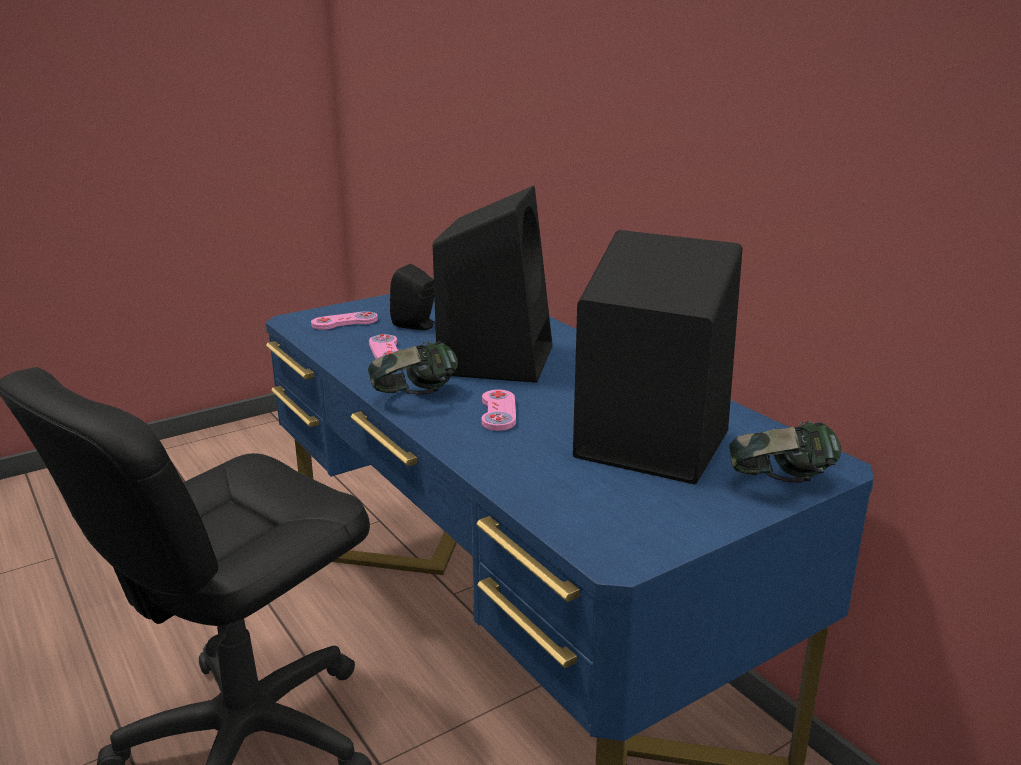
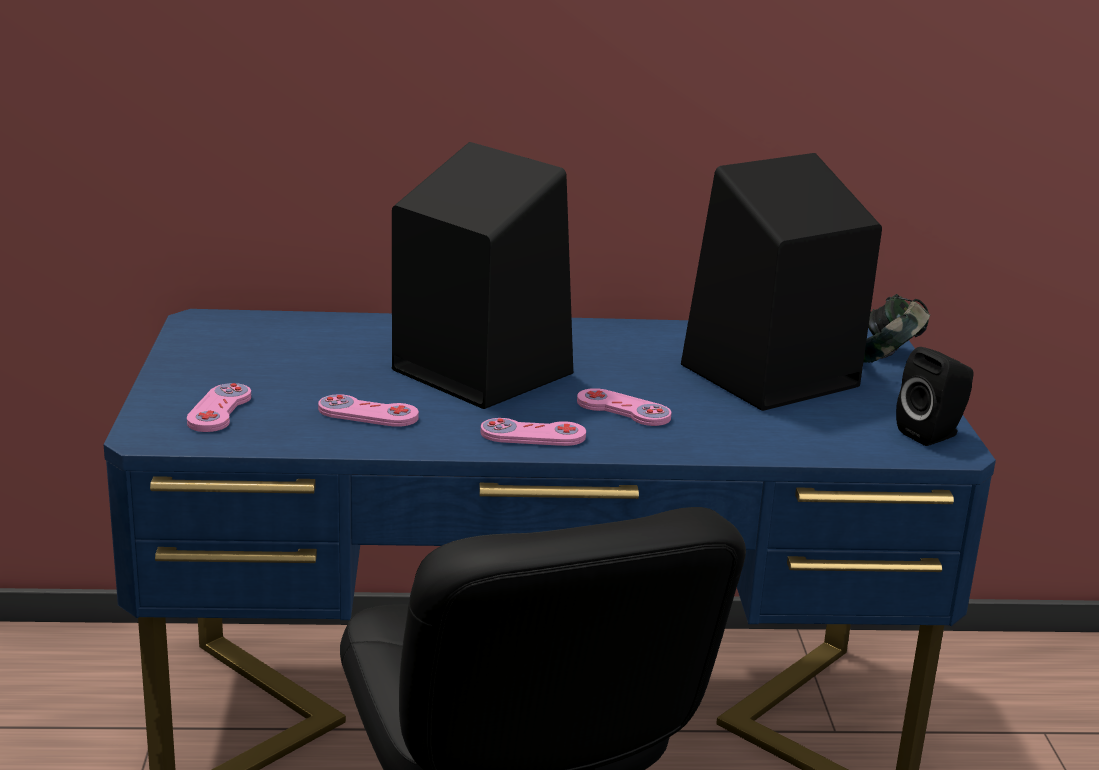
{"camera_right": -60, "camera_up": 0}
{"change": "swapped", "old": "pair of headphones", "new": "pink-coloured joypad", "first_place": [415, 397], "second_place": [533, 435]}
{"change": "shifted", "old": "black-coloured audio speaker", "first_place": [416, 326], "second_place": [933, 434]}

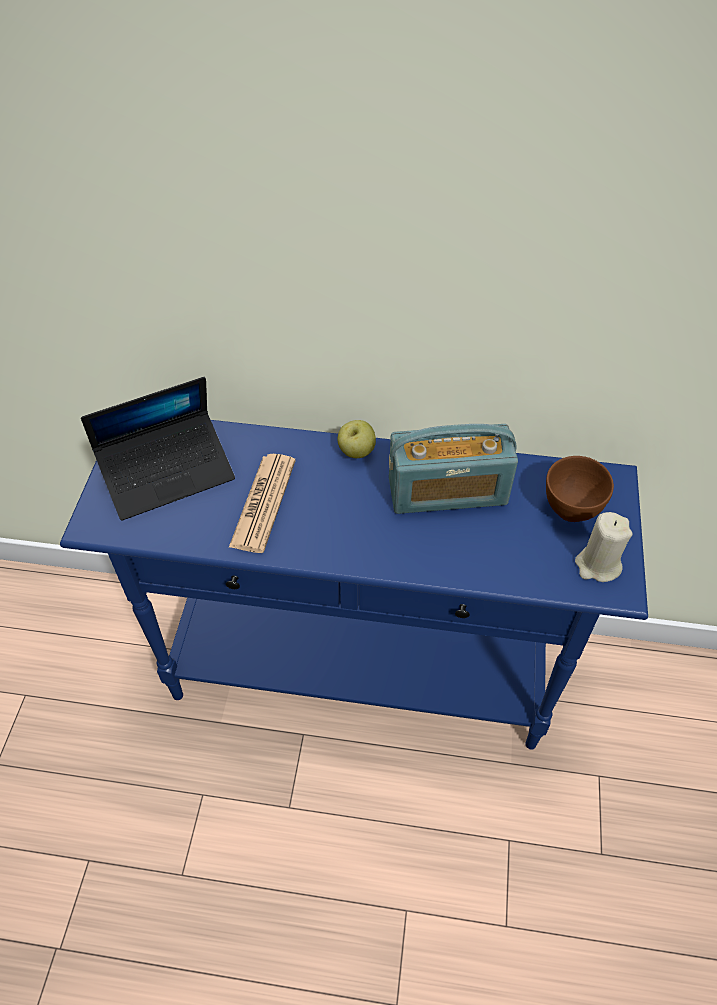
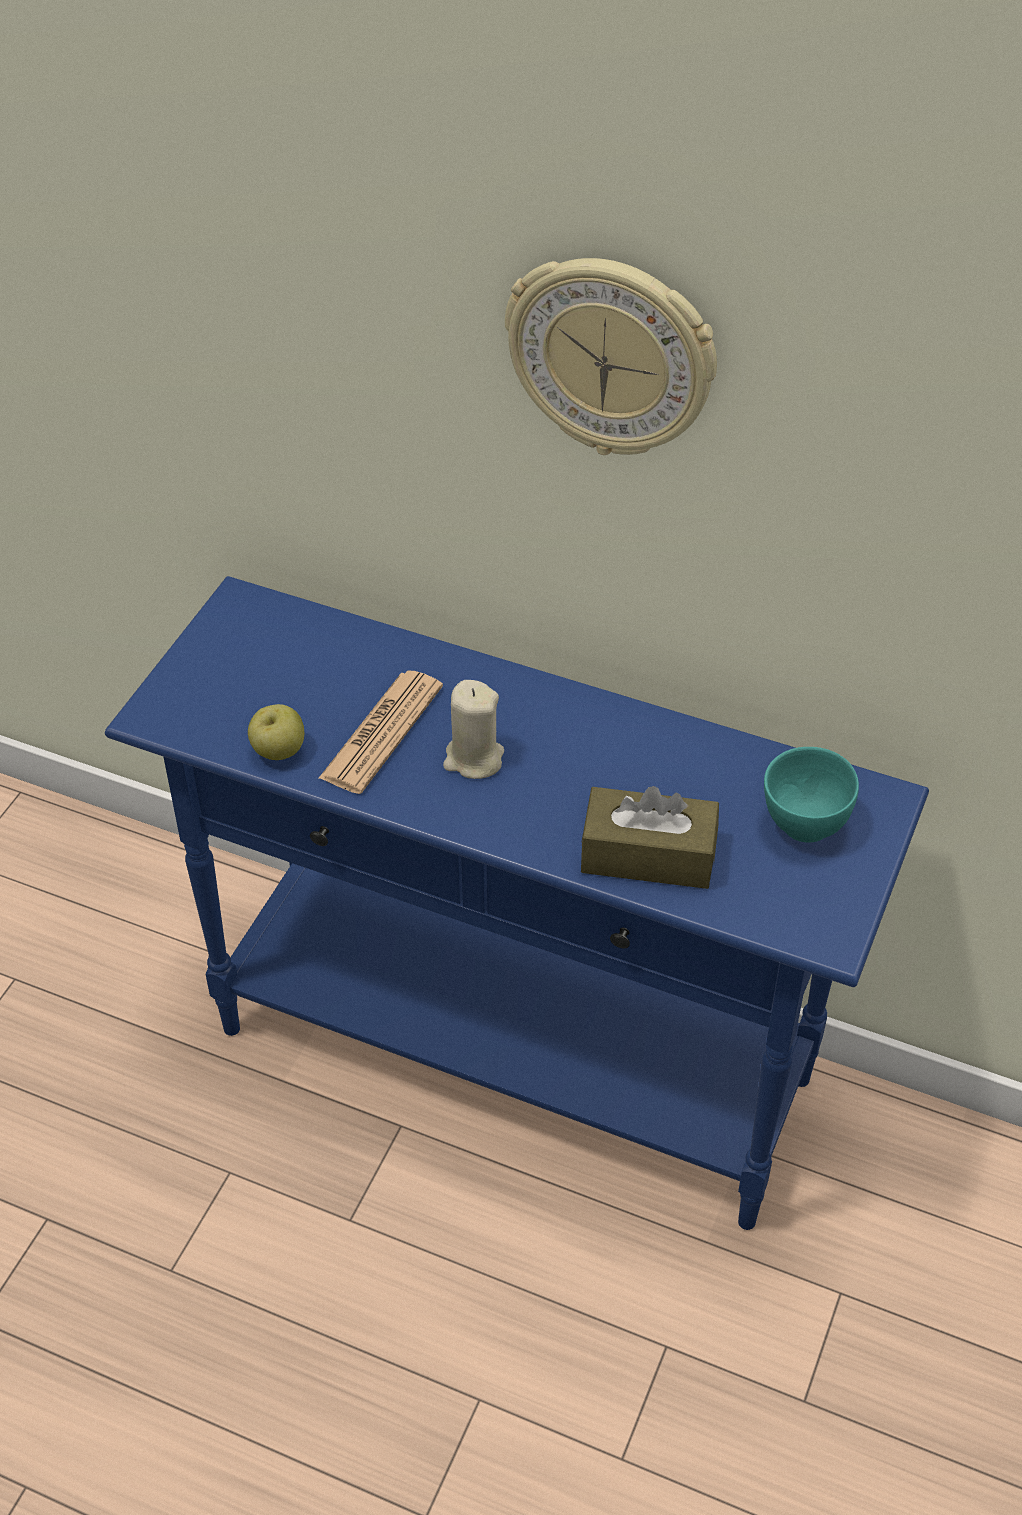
{"camera_right": 15, "camera_up": -5}
{"change": "shifted", "old": "apple fruit", "first_place": [356, 452], "second_place": [278, 751]}
{"change": "shifted", "old": "beige-coloured wax candle", "first_place": [597, 565], "second_place": [473, 759]}
{"change": "new", "new": "hanging clock", "second_place": [611, 356]}
{"change": "new", "new": "brown tissue holder", "second_place": [648, 855]}
{"change": "repainted", "old": "brown bowl", "new": "turquoise bowl", "first_place": [570, 510], "second_place": [804, 825]}
{"change": "gone", "old": "portable computer", "first_place": [167, 473]}
{"change": "gone", "old": "radio receiver", "first_place": [447, 491]}

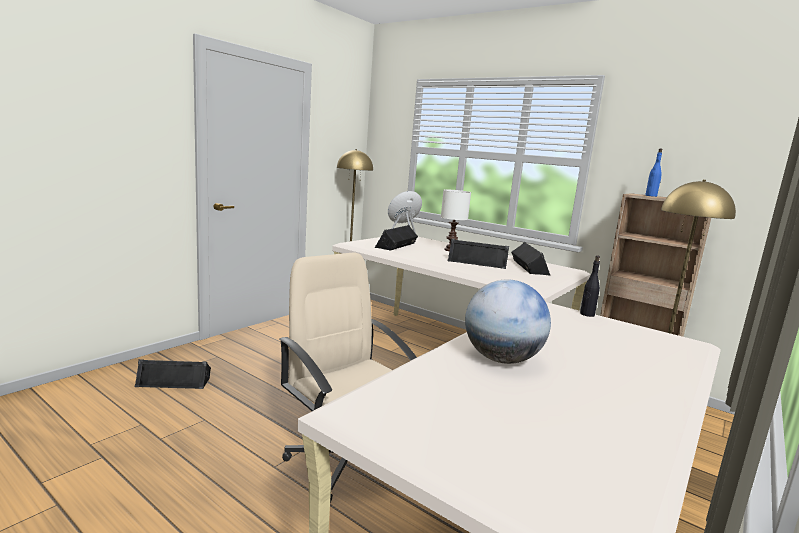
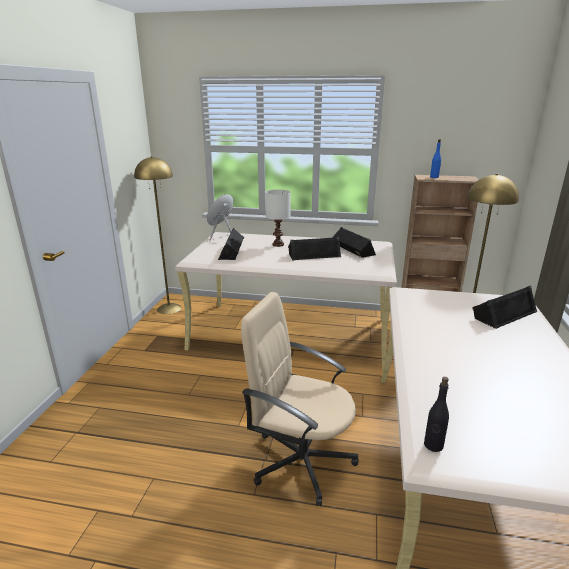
{"camera_right": -25, "camera_up": 10}
{"change": "shifted", "old": "black-coloured drink bottle", "first_place": [587, 314], "second_place": [433, 445]}
{"change": "shifted", "old": "black-coloured audio speaker", "first_place": [174, 381], "second_place": [503, 314]}
{"change": "gone", "old": "world globe", "first_place": [501, 359]}

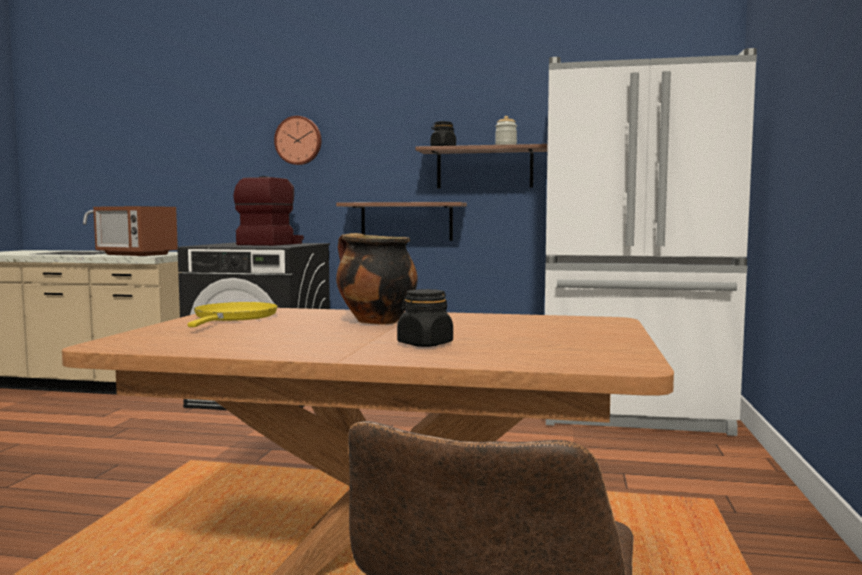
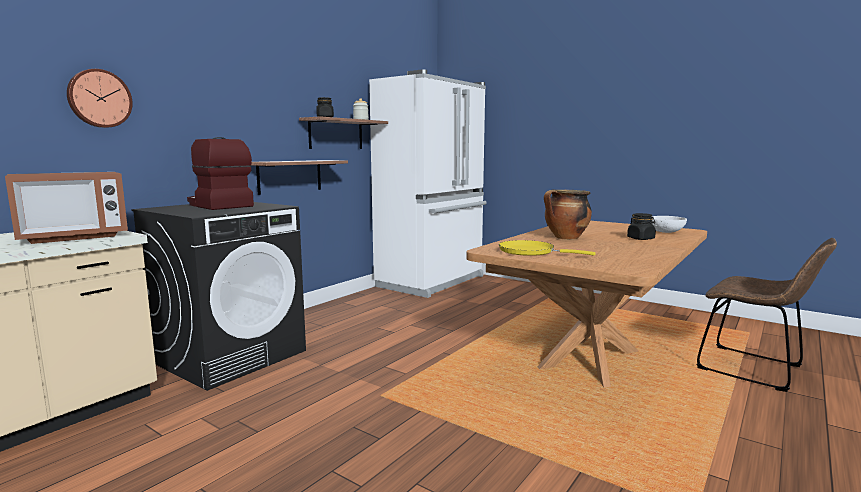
{"camera_right": -65, "camera_up": 5}
{"change": "shifted", "old": "hanging clock", "first_place": [298, 140], "second_place": [99, 98]}
{"change": "new", "new": "white bowl", "second_place": [665, 232]}

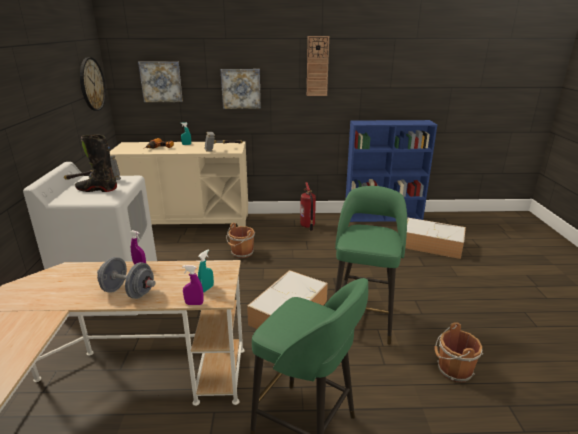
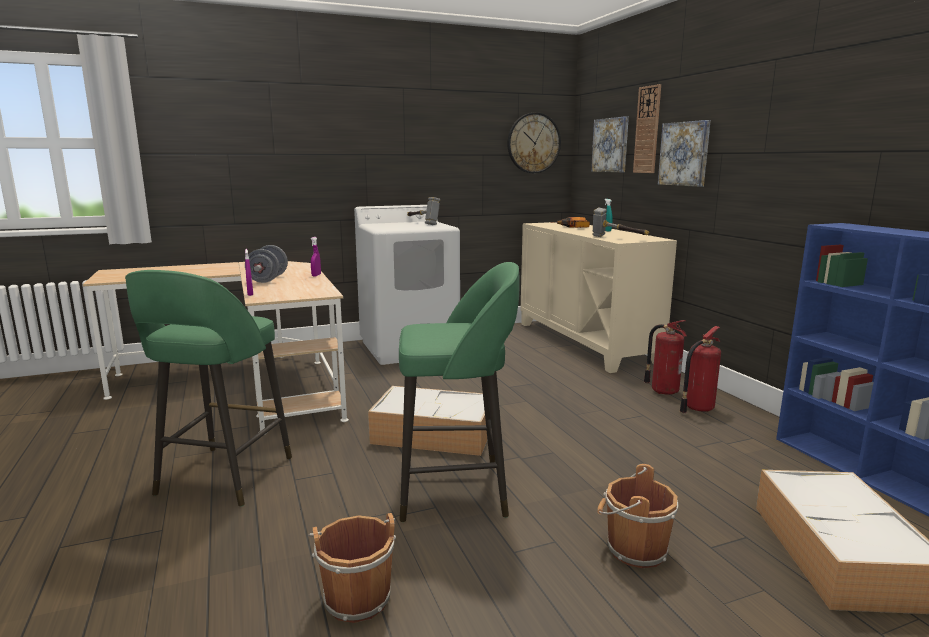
{"camera_right": 70, "camera_up": -10}
{"change": "shifted", "old": "brown bucket", "first_place": [241, 253], "second_place": [633, 549]}
{"change": "shifted", "old": "hanging clock", "first_place": [317, 66], "second_place": [647, 130]}
{"change": "new", "new": "fire extinguisher", "second_place": [663, 391]}
{"change": "gone", "old": "black-coloured boot", "first_place": [97, 189]}
{"change": "gone", "old": "turquoise hand sprayer", "first_place": [206, 289]}

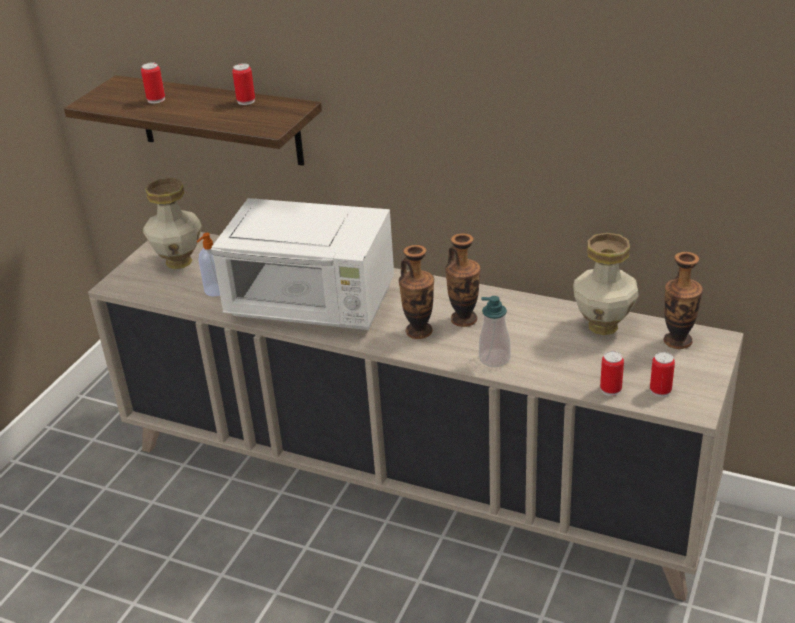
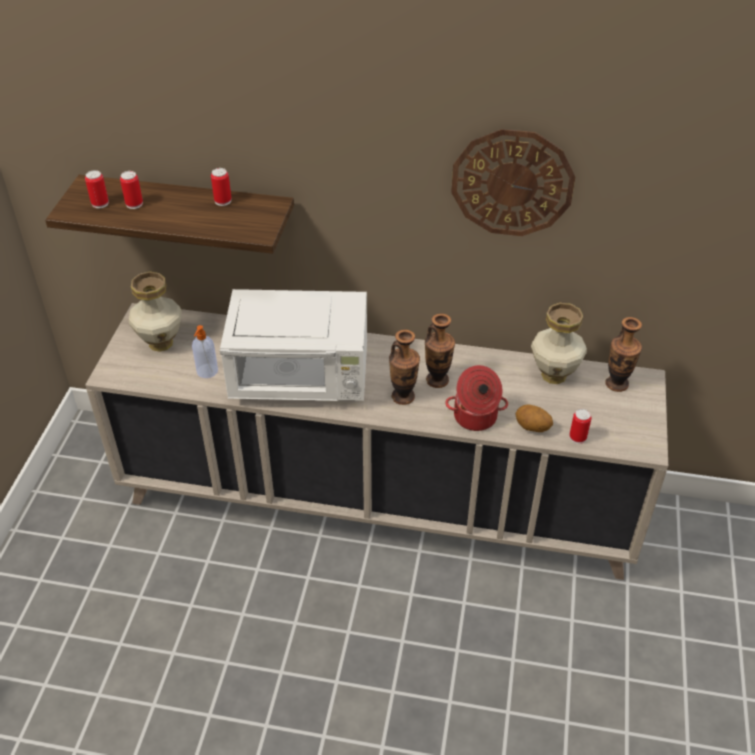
{"camera_right": -15, "camera_up": 10}
{"change": "shifted", "old": "can", "first_place": [660, 390], "second_place": [100, 203]}
{"change": "swapped", "old": "soap bottle", "new": "saucepot", "first_place": [494, 359], "second_place": [475, 417]}
{"change": "new", "new": "hanging clock", "second_place": [512, 183]}
{"change": "new", "new": "whole potato", "second_place": [532, 428]}

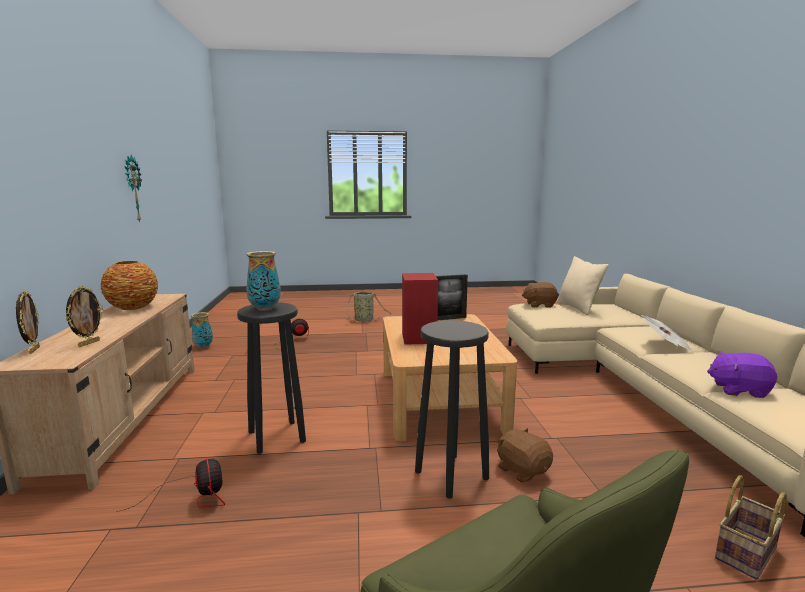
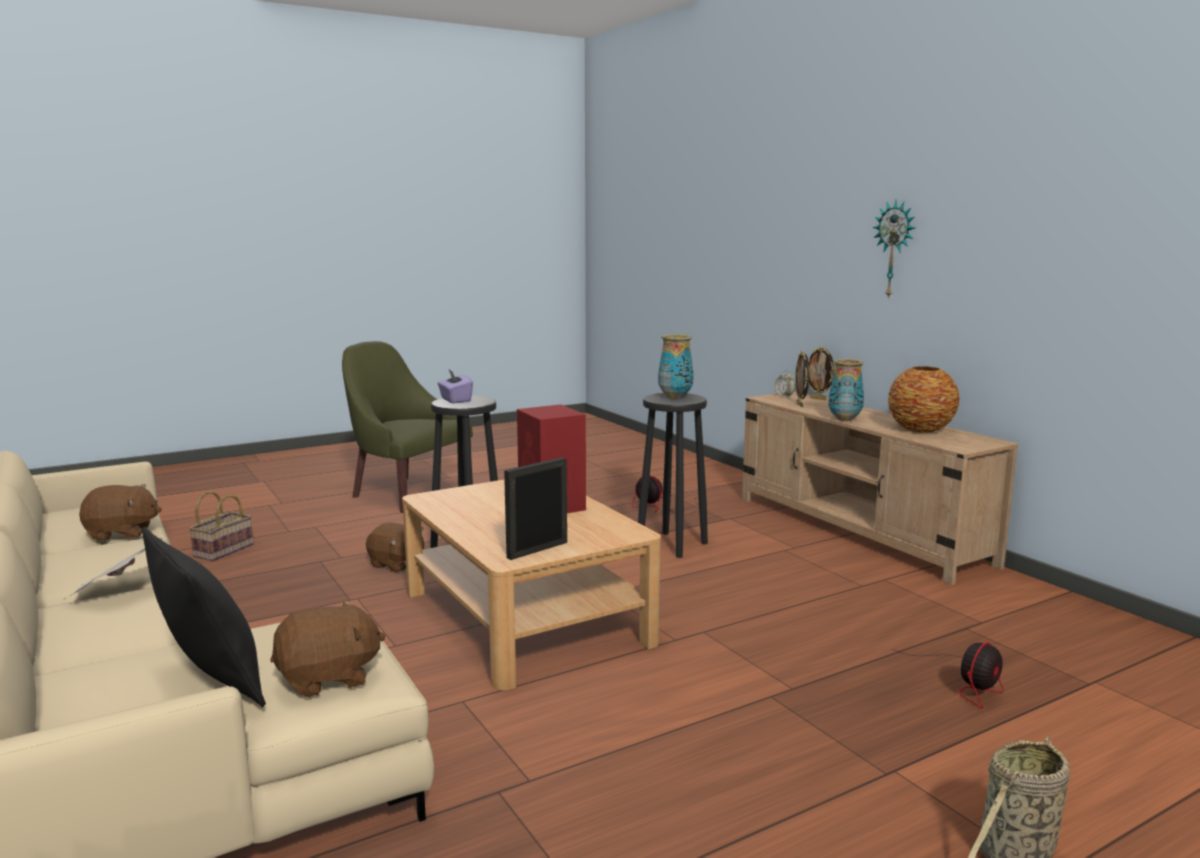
{"camera_right": 155, "camera_up": 0}
{"change": "repainted", "old": "purplish plush toy", "new": "brown plush toy", "first_place": [738, 390], "second_place": [122, 533]}
{"change": "repainted", "old": "beige-coloured throw pillow", "new": "black-coloured throw pillow", "first_place": [578, 308], "second_place": [211, 683]}
{"change": "new", "new": "purplish tissue holder", "second_place": [455, 400]}
{"change": "new", "new": "table clock", "second_place": [784, 396]}
{"change": "shifted", "old": "vase", "first_place": [203, 347], "second_place": [845, 419]}
{"change": "shifted", "old": "hanging clock", "first_place": [132, 189], "second_place": [895, 249]}

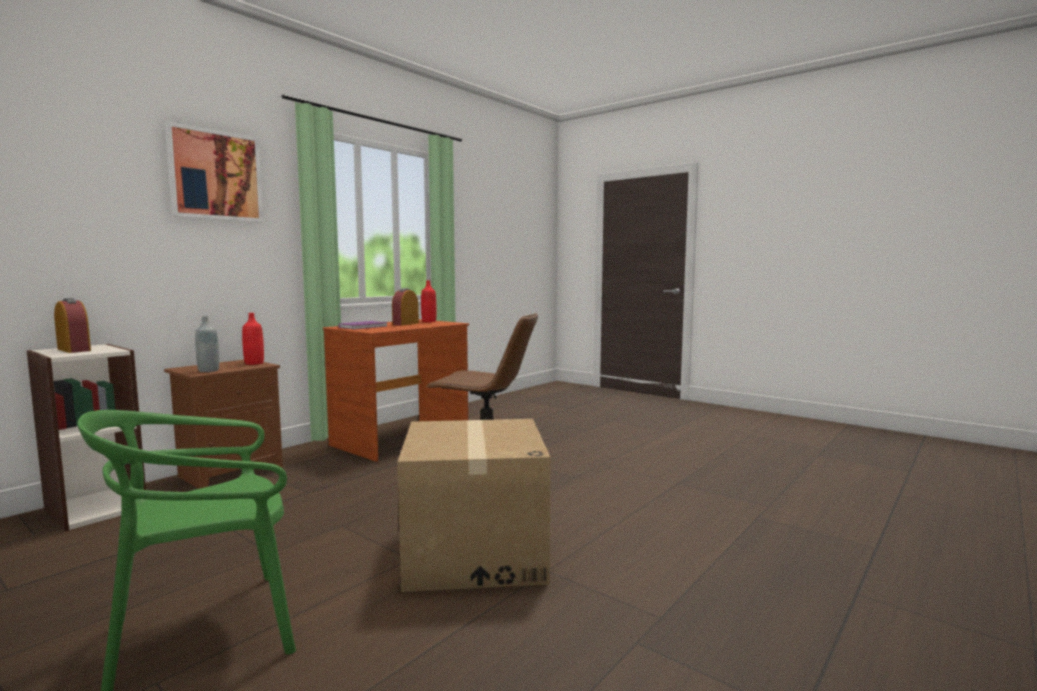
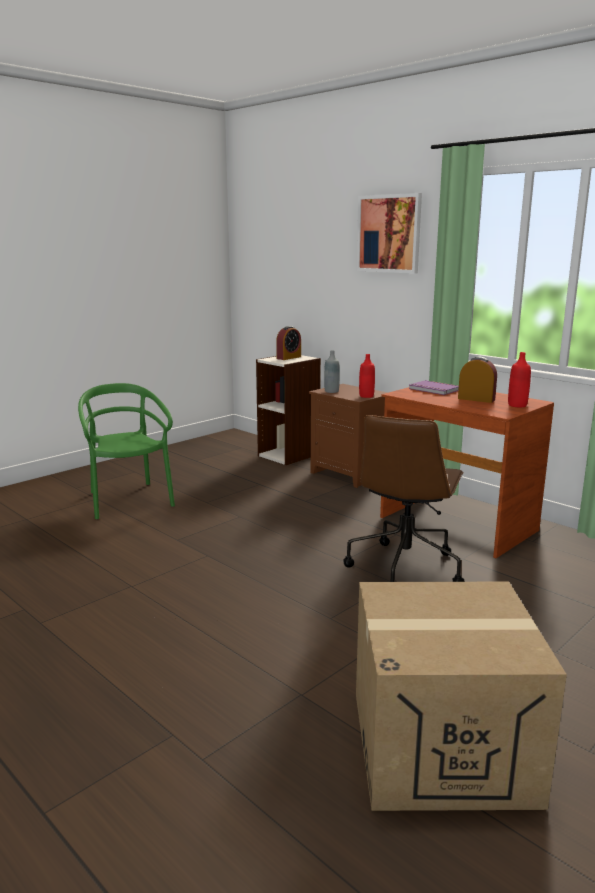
{"camera_right": 95, "camera_up": 10}
{"change": "shifted", "old": "cardboard box", "first_place": [474, 552], "second_place": [441, 746]}

